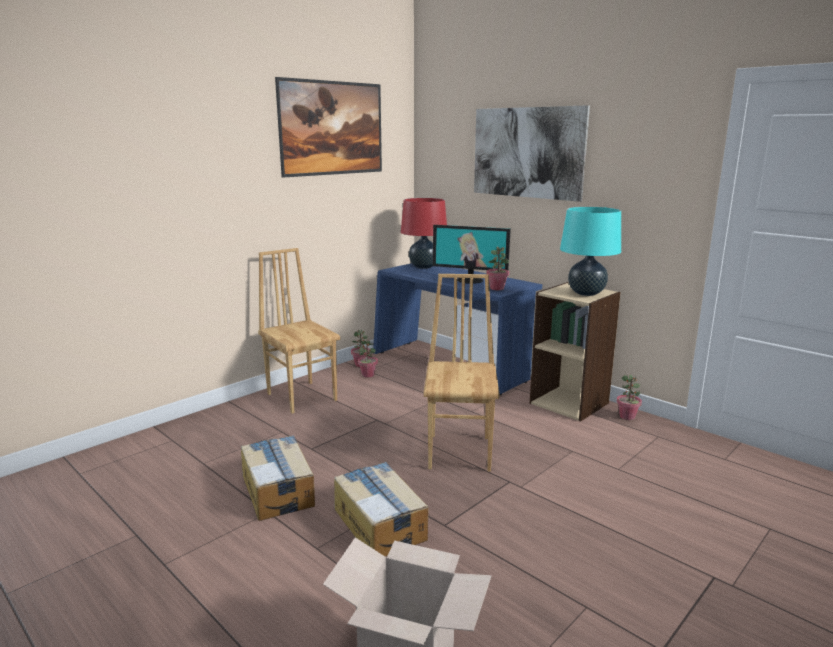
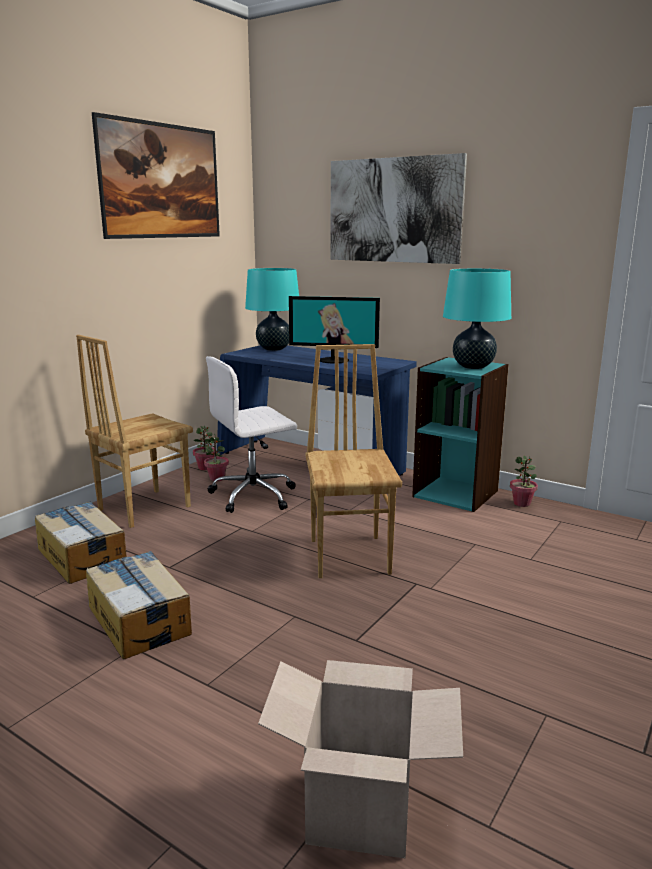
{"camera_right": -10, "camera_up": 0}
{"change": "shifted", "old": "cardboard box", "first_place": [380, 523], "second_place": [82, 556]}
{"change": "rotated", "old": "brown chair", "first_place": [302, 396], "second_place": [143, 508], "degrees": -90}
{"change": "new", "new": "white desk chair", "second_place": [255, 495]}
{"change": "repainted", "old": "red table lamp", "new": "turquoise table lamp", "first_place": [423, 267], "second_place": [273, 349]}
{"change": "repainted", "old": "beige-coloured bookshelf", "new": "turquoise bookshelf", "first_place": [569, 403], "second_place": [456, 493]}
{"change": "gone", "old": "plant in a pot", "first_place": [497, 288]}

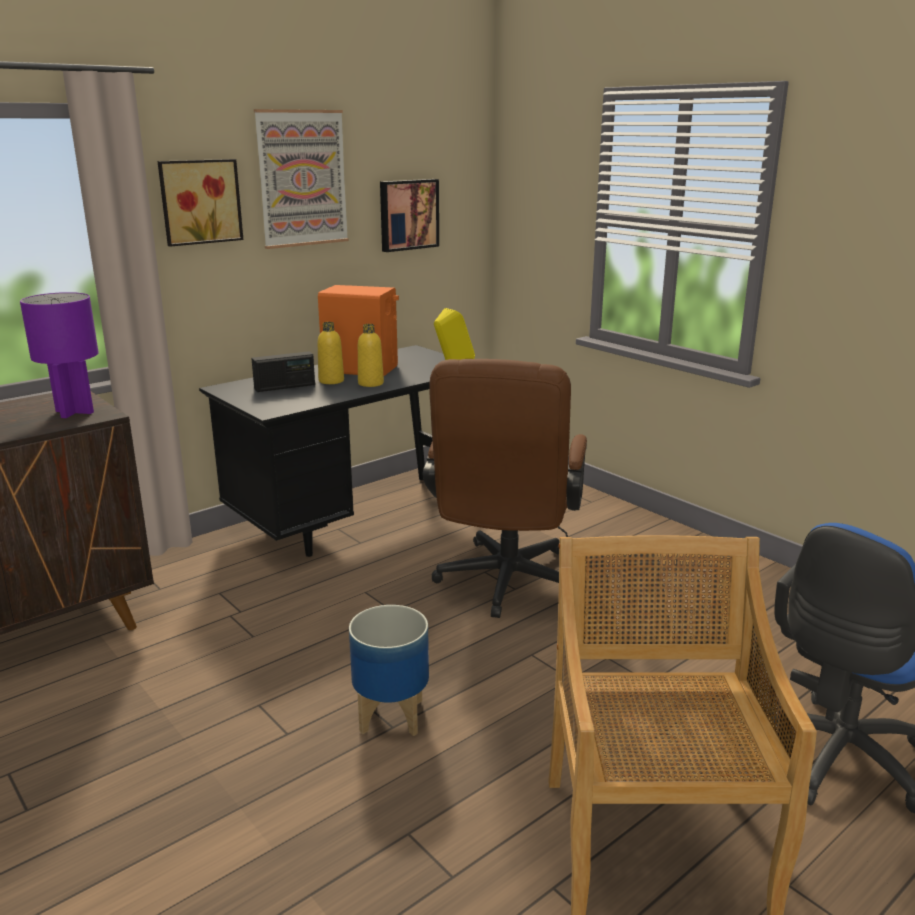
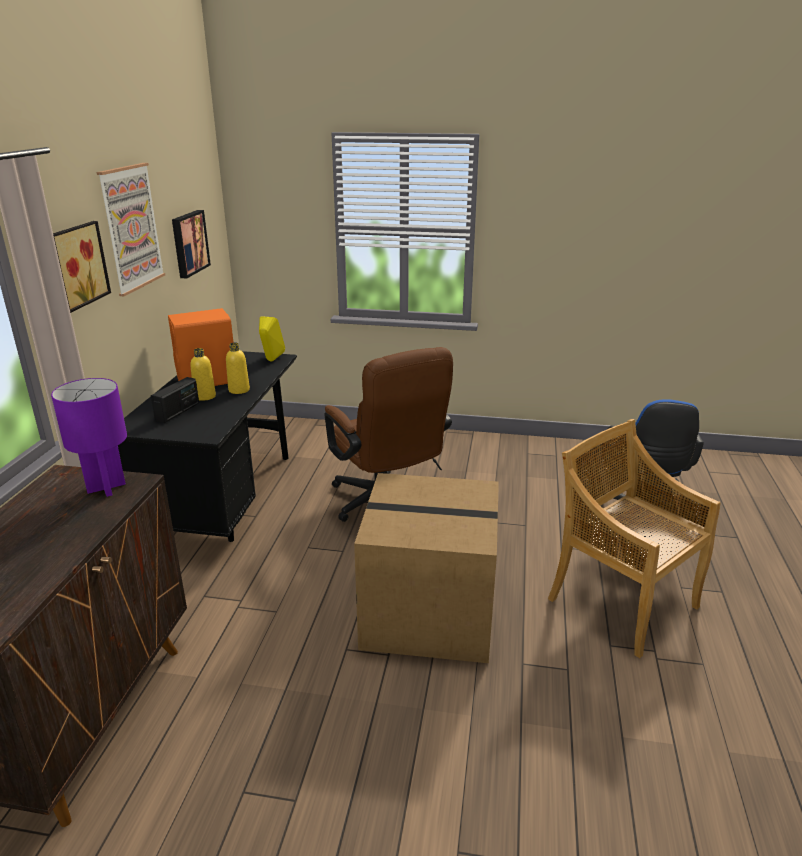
{"camera_right": -40, "camera_up": 5}
{"change": "swapped", "old": "plant pot", "new": "cardboard box", "first_place": [393, 716], "second_place": [431, 611]}

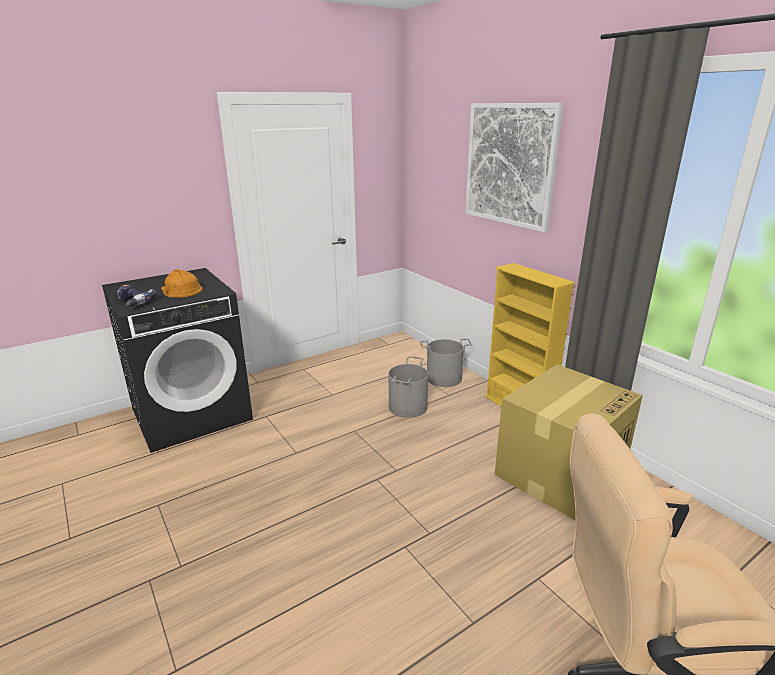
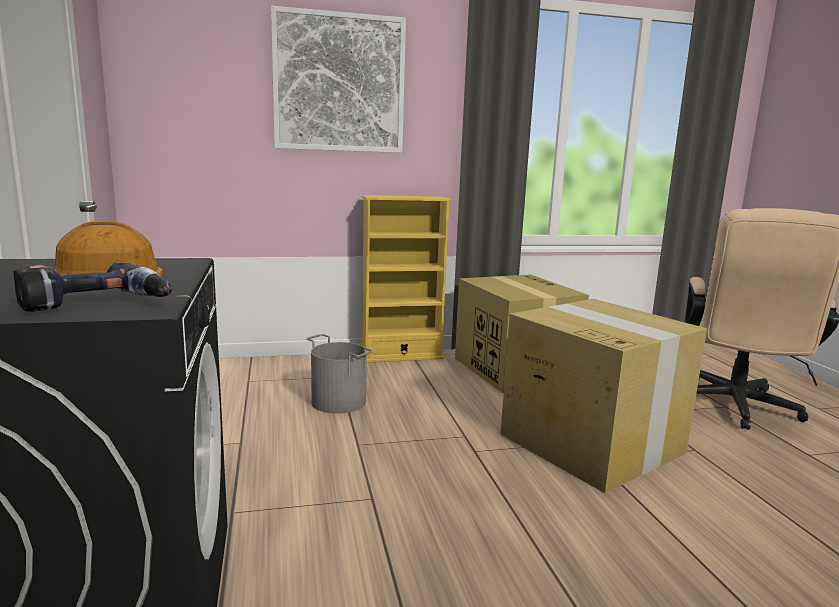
{"camera_right": -70, "camera_up": -10}
{"change": "new", "new": "cardboard box", "second_place": [589, 442]}
{"change": "gone", "old": "greyish bucket", "first_place": [444, 378]}

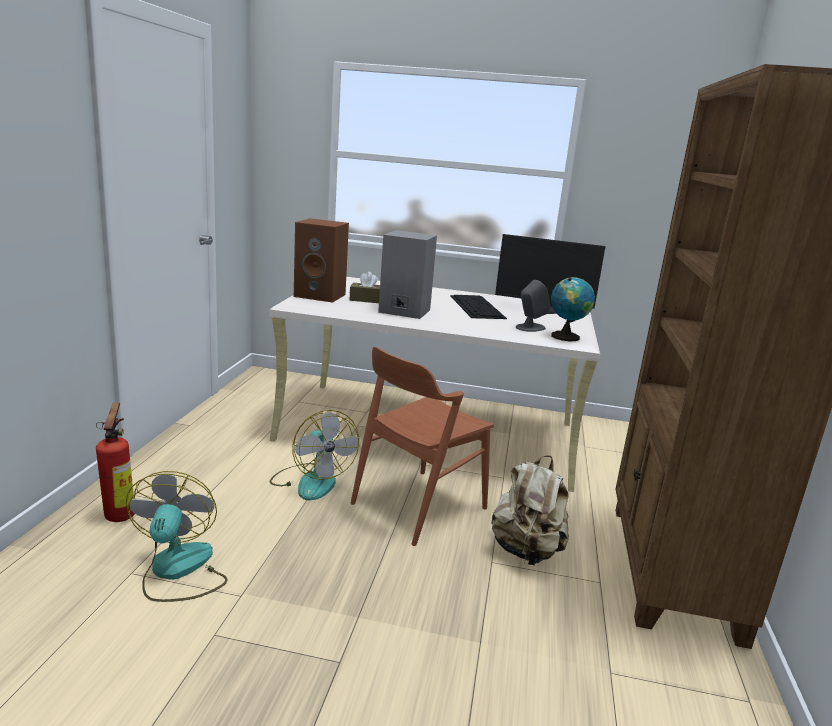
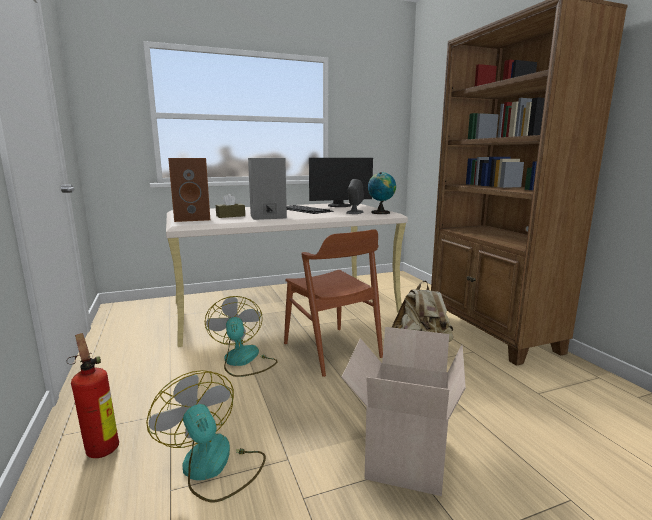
{"camera_right": -30, "camera_up": -5}
{"change": "rotated", "old": "electric fan", "first_place": [311, 481], "second_place": [243, 361], "degrees": -135}
{"change": "rotated", "old": "brown chair", "first_place": [418, 505], "second_place": [332, 350], "degrees": -45}
{"change": "new", "new": "cardboard box", "second_place": [403, 455]}

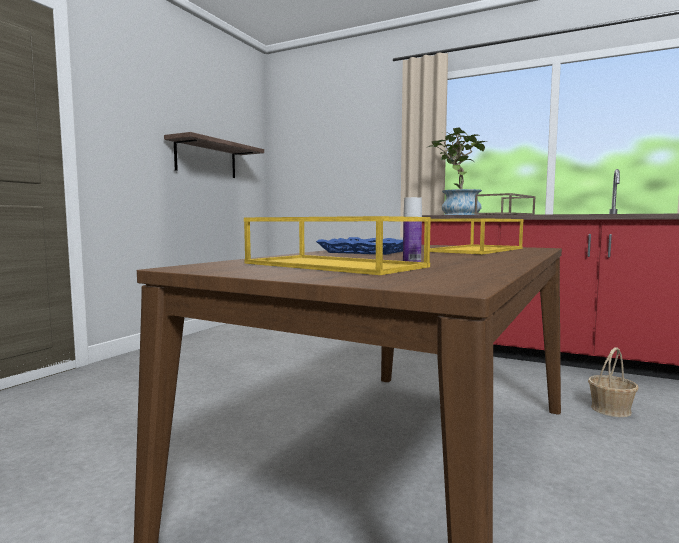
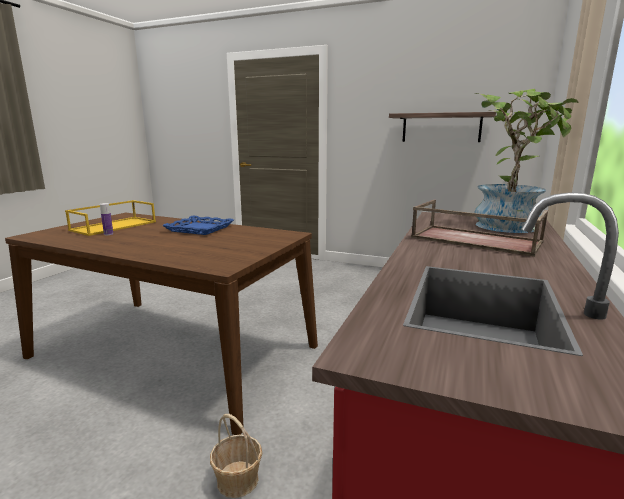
{"camera_right": 85, "camera_up": 10}
{"change": "gone", "old": "yellow carrying tray", "first_place": [477, 250]}

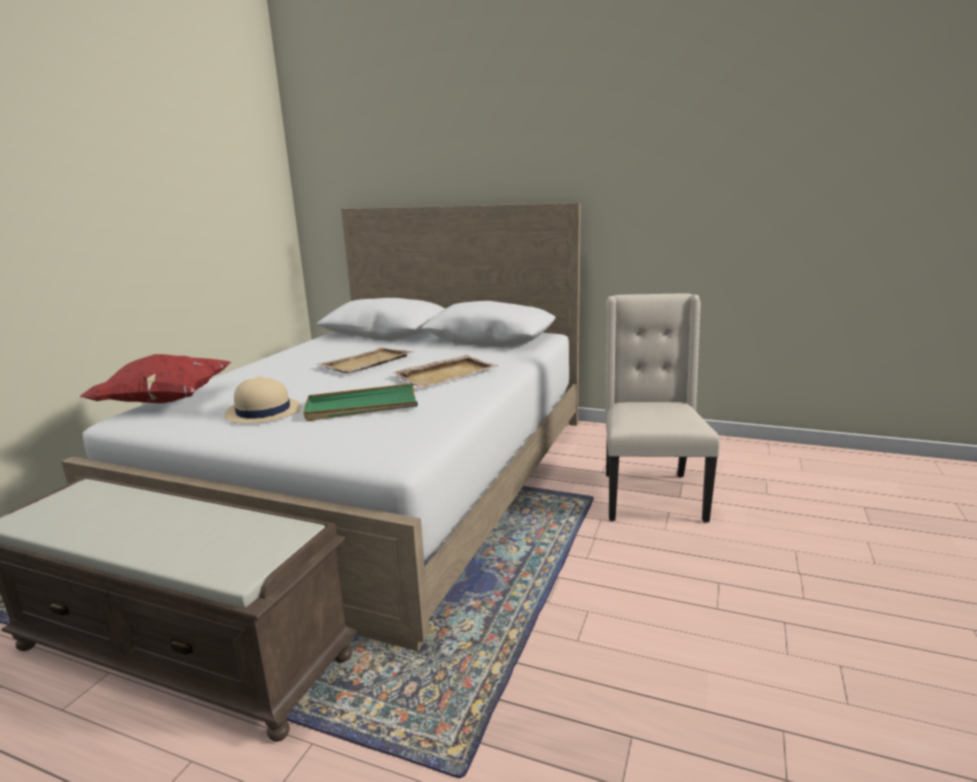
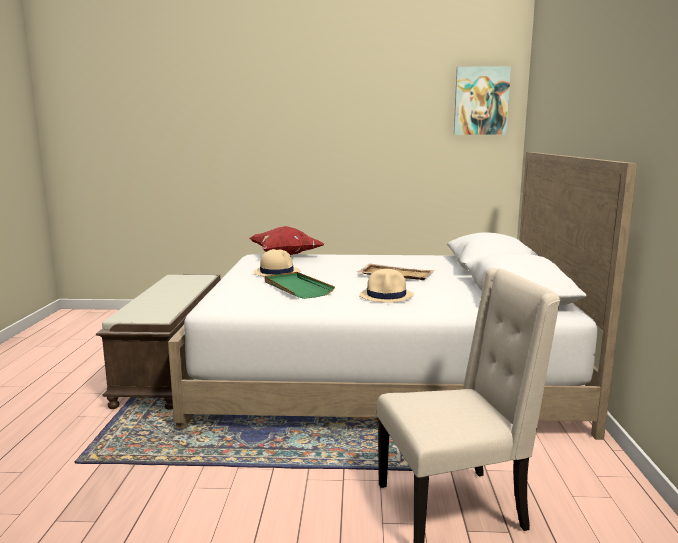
{"camera_right": 70, "camera_up": -5}
{"change": "swapped", "old": "beige-coloured carrying tray", "new": "beige-coloured wearable hat", "first_place": [447, 374], "second_place": [387, 296]}
{"change": "new", "new": "picture", "second_place": [481, 101]}

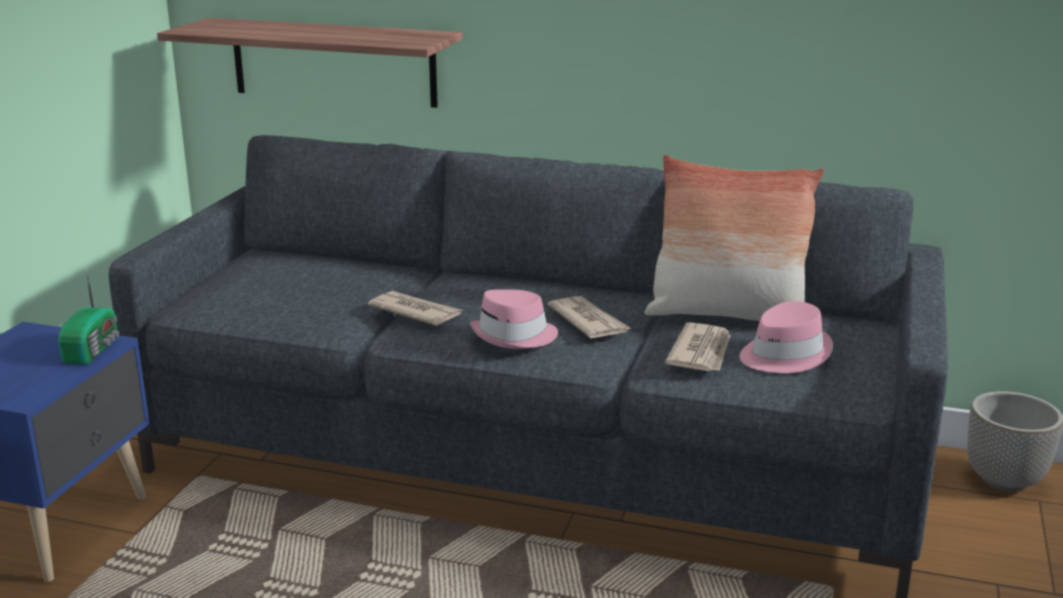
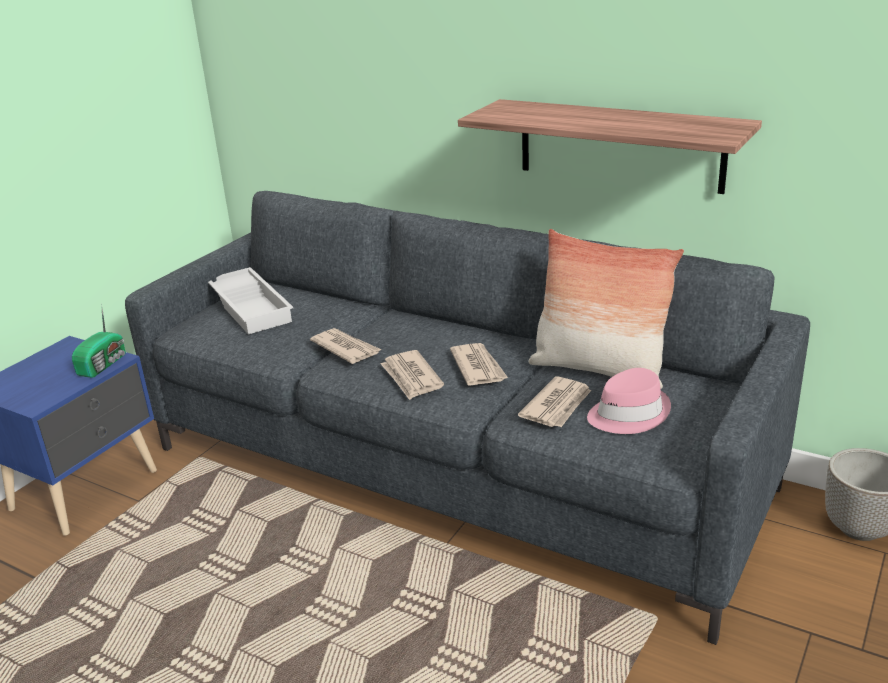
{"camera_right": 15, "camera_up": 5}
{"change": "new", "new": "white carrying tray", "second_place": [252, 307]}
{"change": "swapped", "old": "pink-coloured wearable hat", "new": "printed paper", "first_place": [515, 336], "second_place": [411, 377]}
{"change": "shifted", "old": "shelf", "first_place": [333, 62], "second_place": [619, 145]}

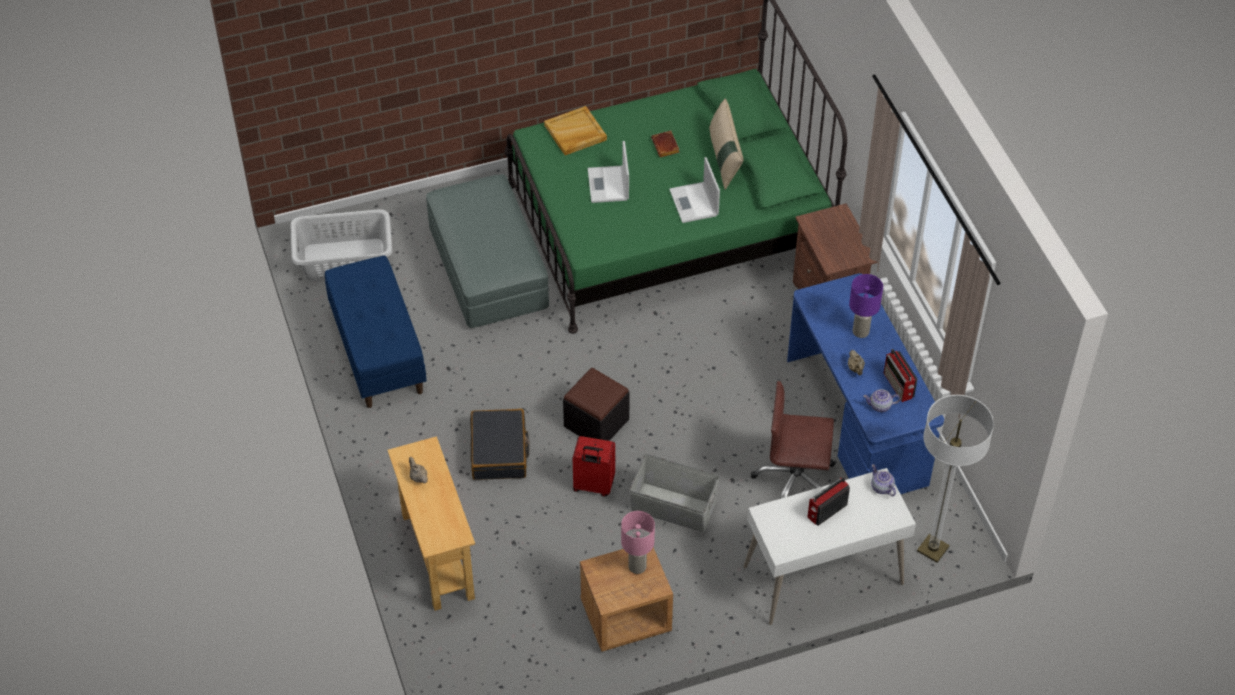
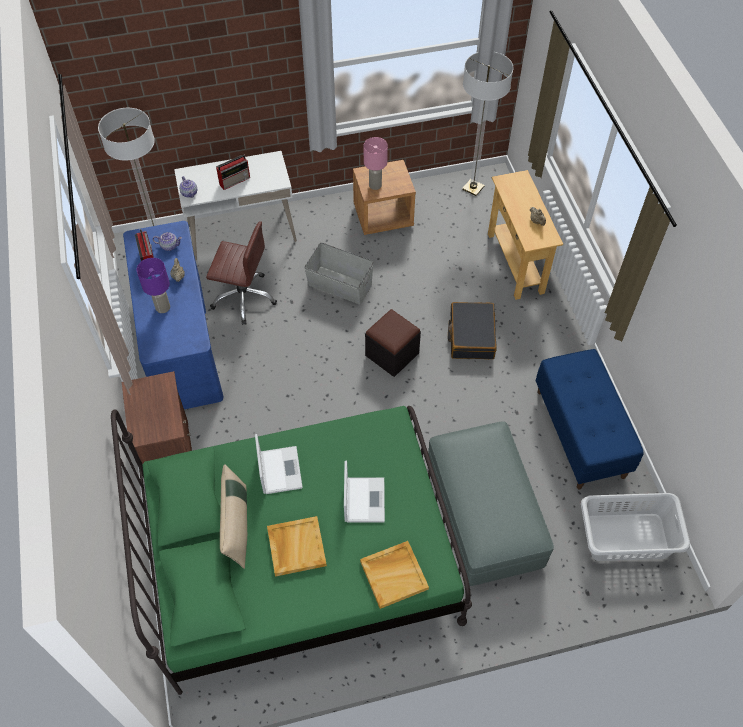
{"camera_right": -175, "camera_up": 5}
{"change": "swapped", "old": "brown volume", "new": "beige-coloured carrying tray", "first_place": [666, 146], "second_place": [296, 546]}
{"change": "new", "new": "standard lamp", "second_place": [473, 188]}
{"change": "gone", "old": "red suitcase", "first_place": [593, 486]}

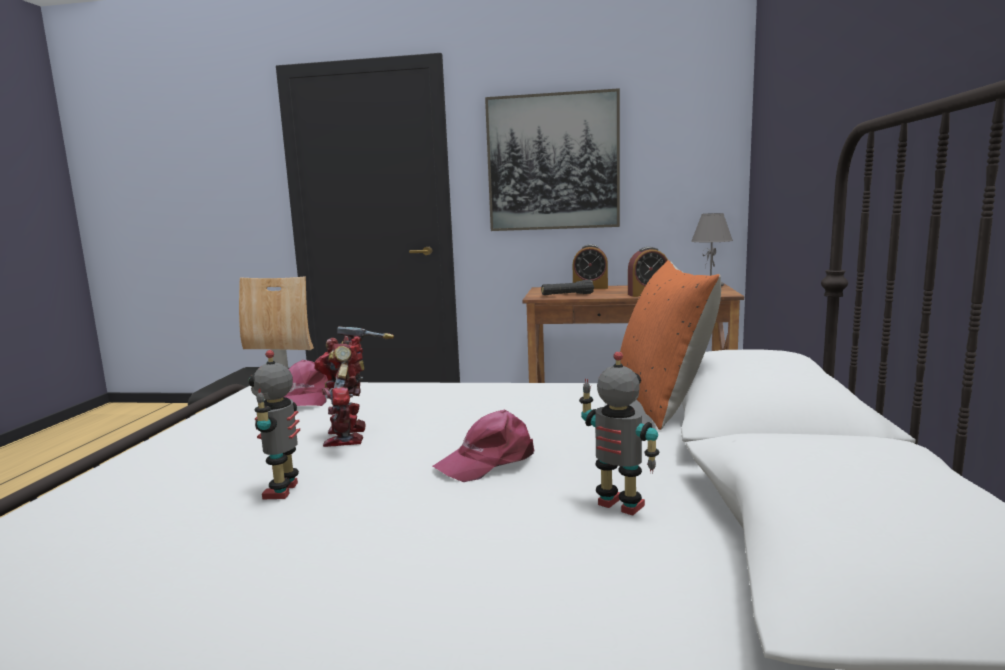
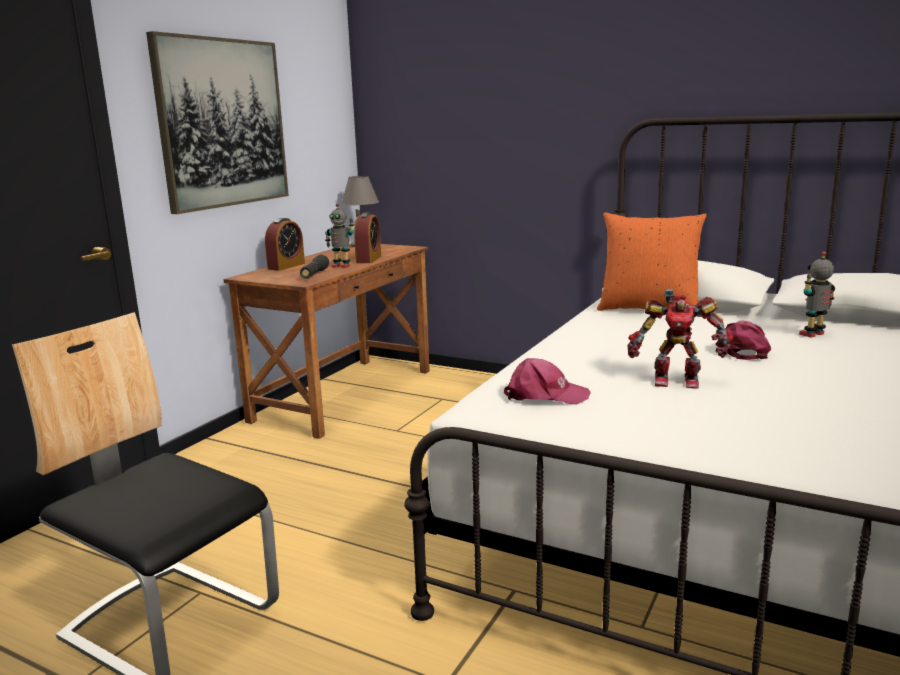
{"camera_right": -70, "camera_up": 5}
{"change": "shifted", "old": "robot figure", "first_place": [284, 490], "second_place": [341, 266]}
{"change": "rotated", "old": "pink-coloured peaked cap", "first_place": [488, 461], "second_place": [743, 350], "degrees": -150}

